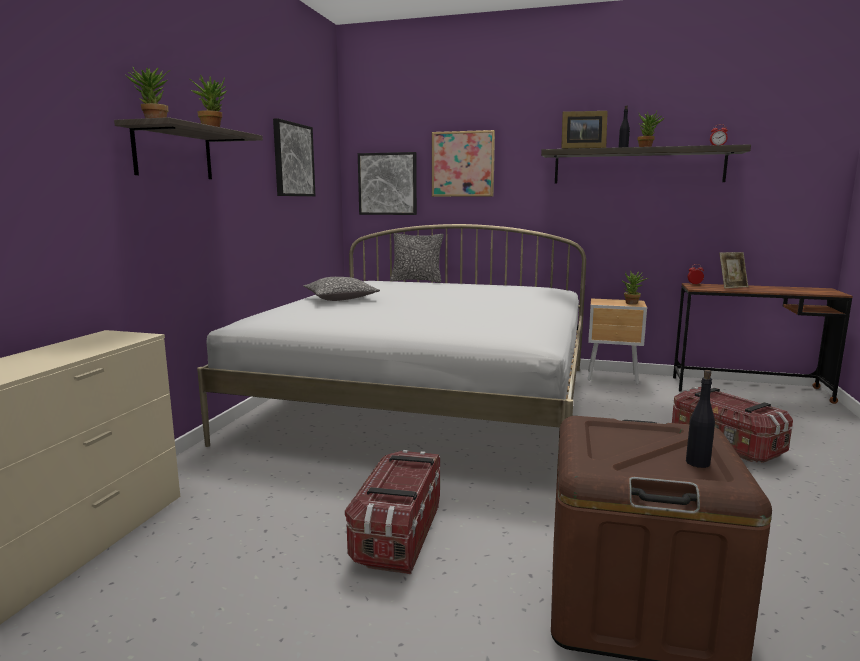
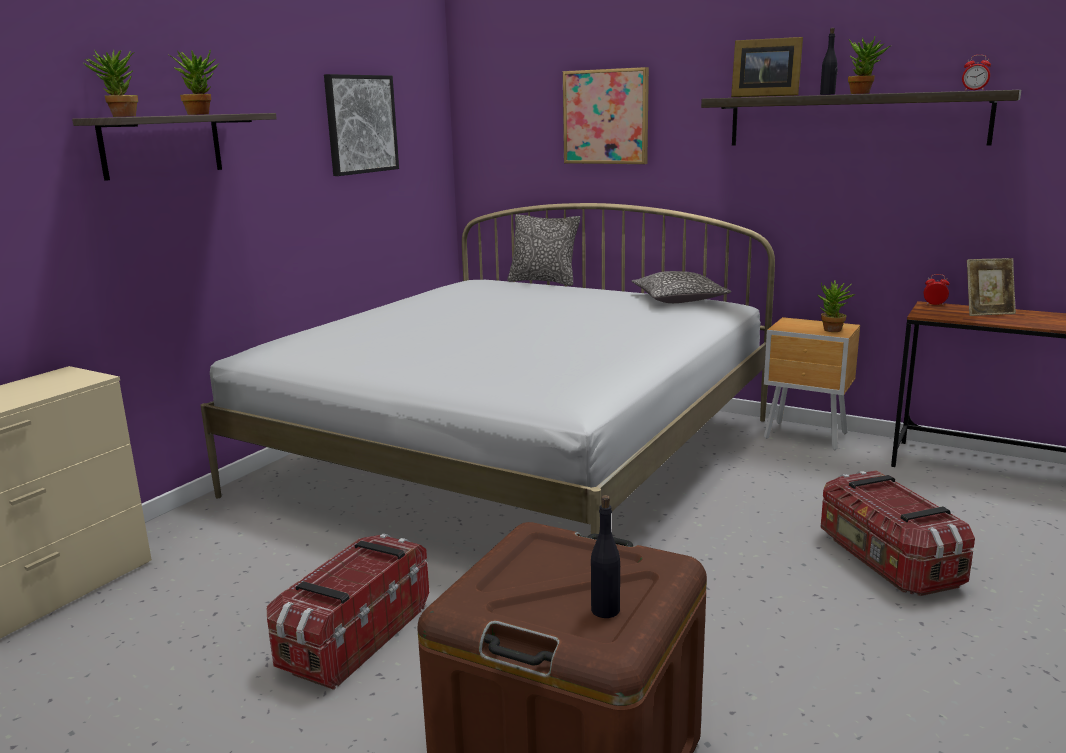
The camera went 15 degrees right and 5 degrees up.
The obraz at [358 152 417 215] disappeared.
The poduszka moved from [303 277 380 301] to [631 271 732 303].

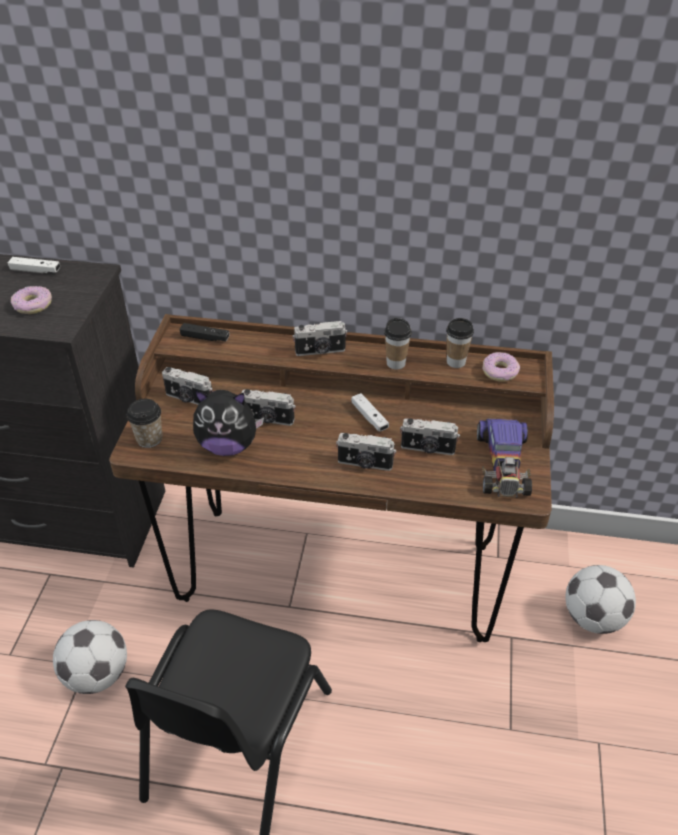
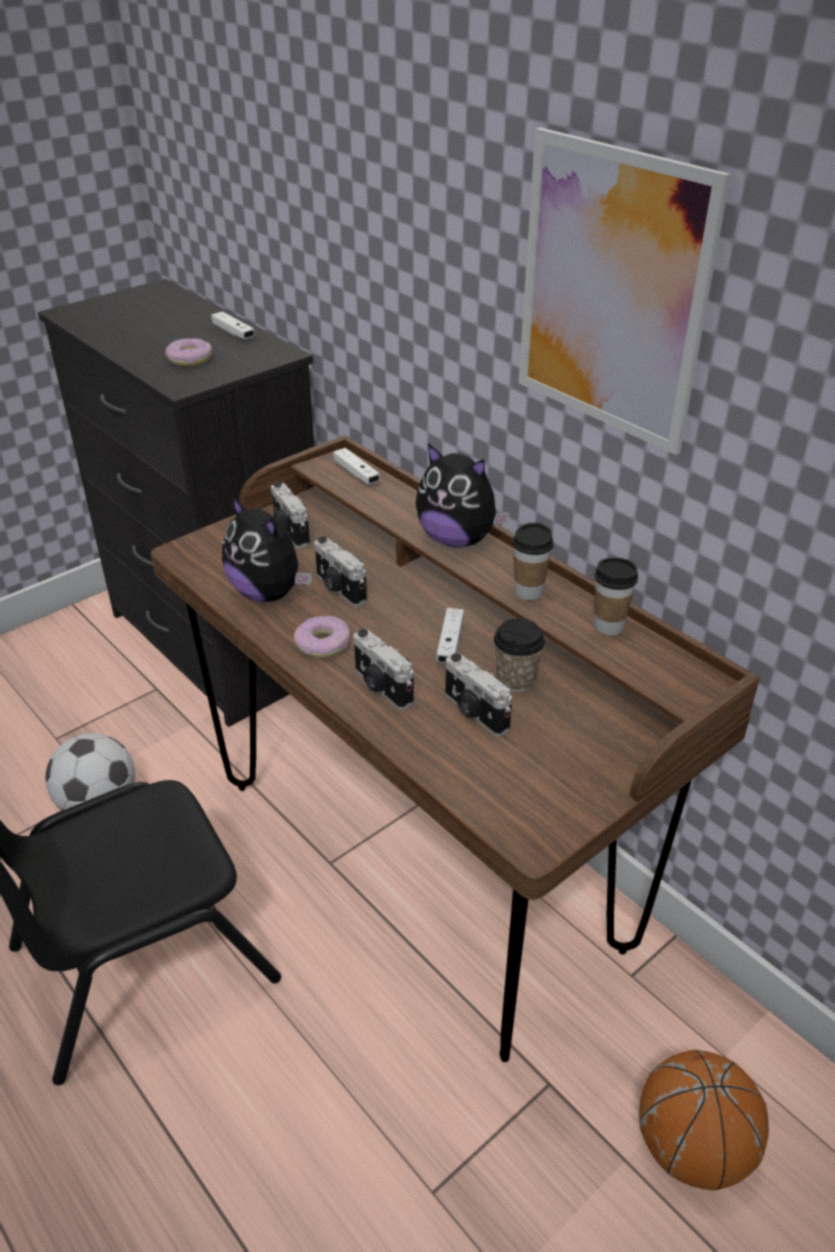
The camera went 40 degrees right and 5 degrees down.
The aparat fotograficzny at [293 321 347 356] was replaced by the pluszak at [415 443 510 548].
The pad do gier/czarny at [179 323 230 342] became the pad do gier/biały at [333 448 380 484].
The donut moved from [482 352 520 382] to [294 616 350 658].
The filiżanka moved from [126 399 163 448] to [494 618 545 693].
The samochodzik at [477 419 532 498] disappeared.
The piłka futbolowa at [566 565 636 634] was replaced by the piłka do koszykówki at [639 1050 769 1191].
The obraz at [518 127 731 455] appeared.

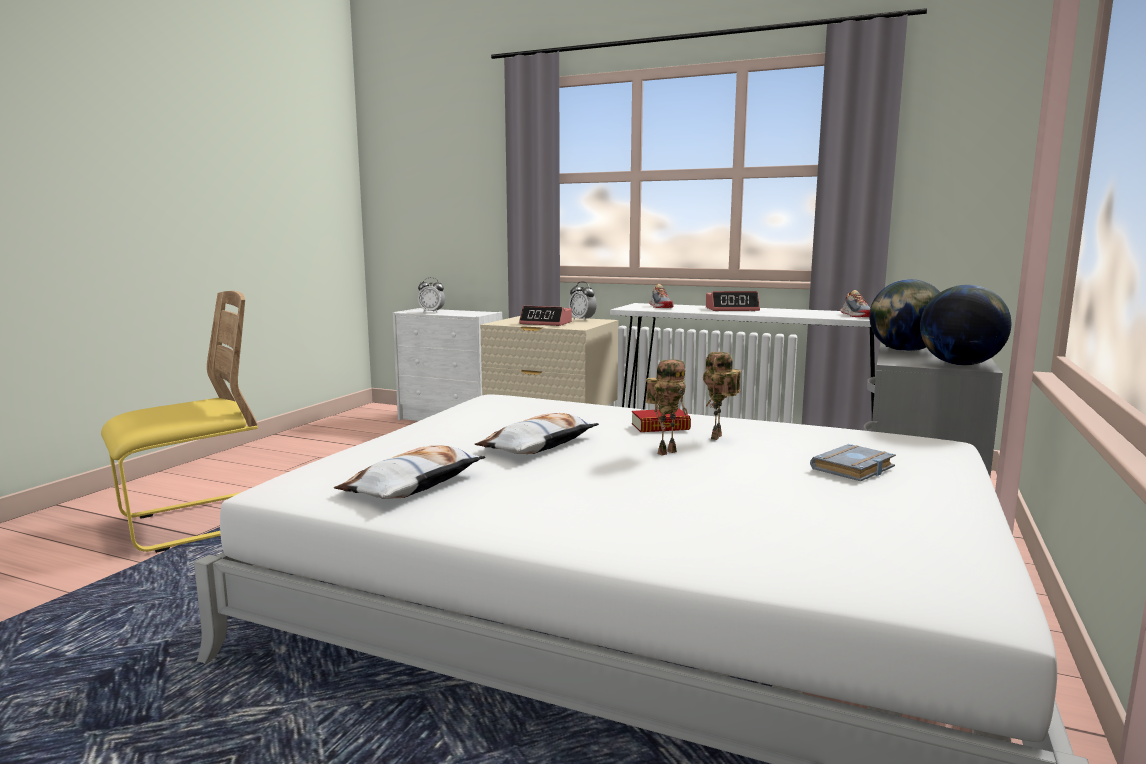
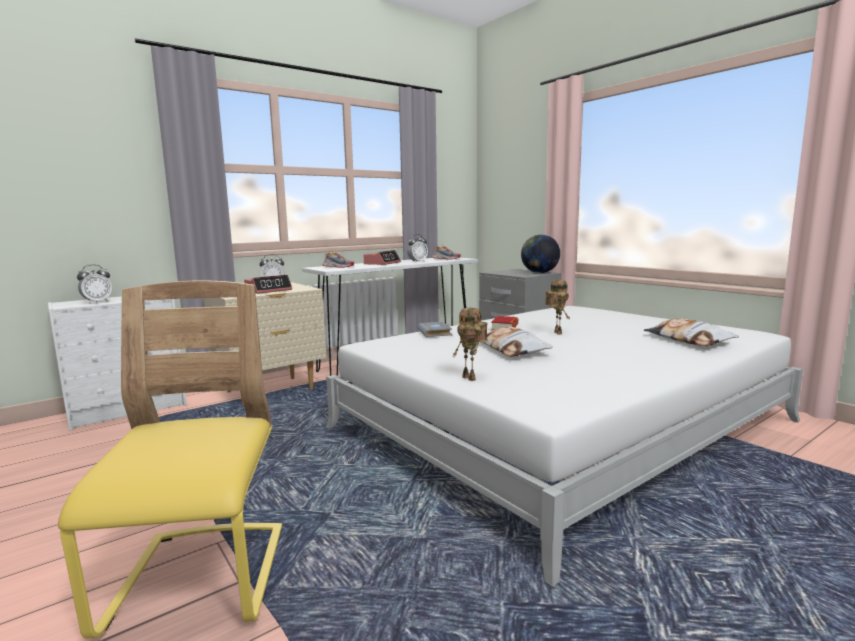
The camera went 60 degrees left and 0 degrees up.
The globus at [869 279 940 352] disappeared.
The robot zabawkowy moved from [703 352 741 440] to [453 308 488 381].
The książka/szary moved from [810 444 896 481] to [417 322 452 337].
The poduszka moved from [334 445 486 499] to [644 318 739 346].
The budzik at [407 234 428 262] appeared.

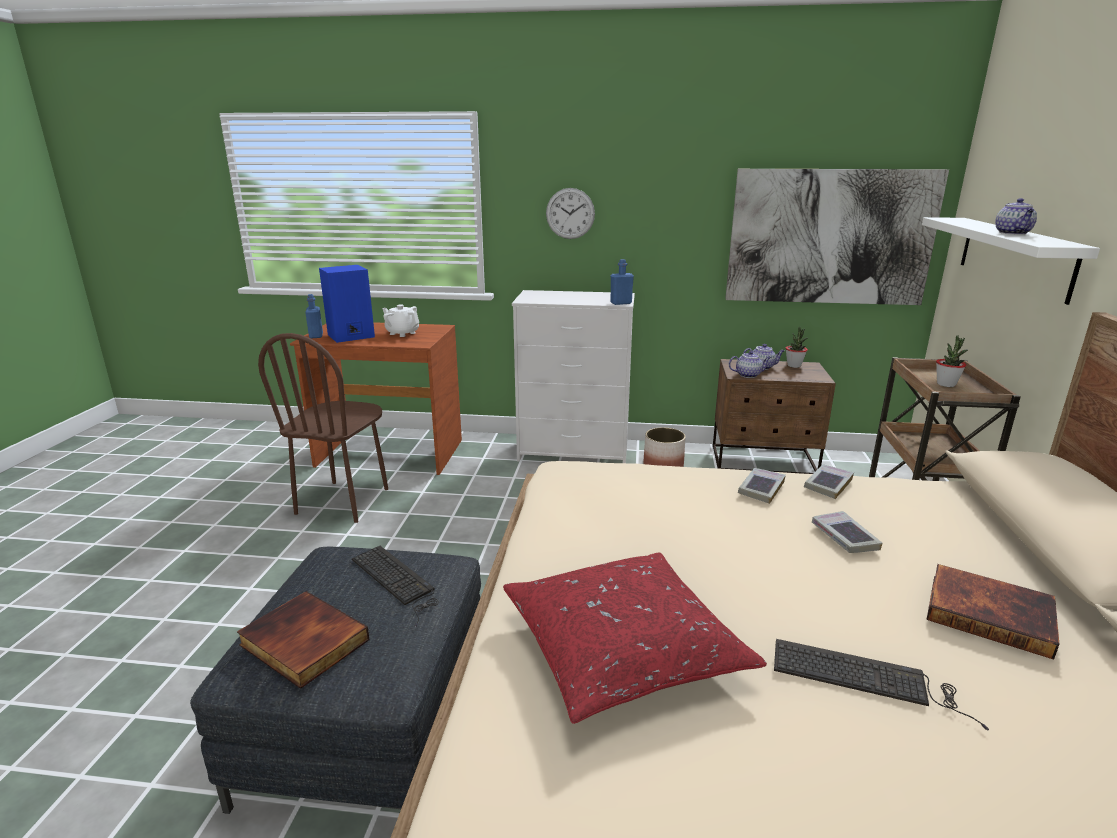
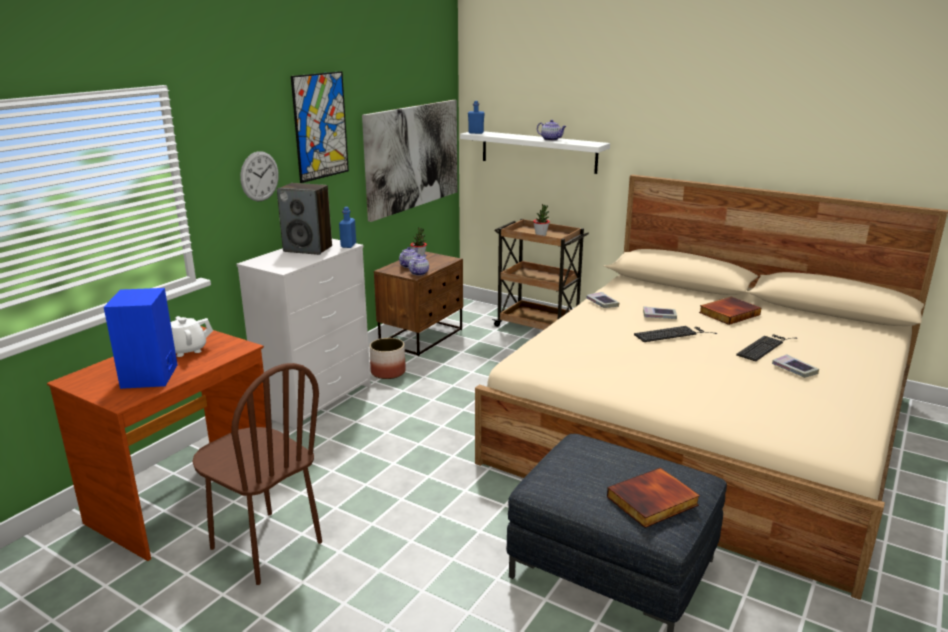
The camera went 65 degrees left and 0 degrees up.
The butelka/niebieski moved from [305 294 323 338] to [468 101 485 134].
The książka moved from [738 468 786 504] to [772 354 819 378].
The klawiatura moved from [352 546 439 628] to [634 326 717 342].
The poduszka/czerwony at [503 552 767 724] disappeared.
The obraz at [291 71 349 183] appeared.
The głośnik at [277 183 332 255] appeared.

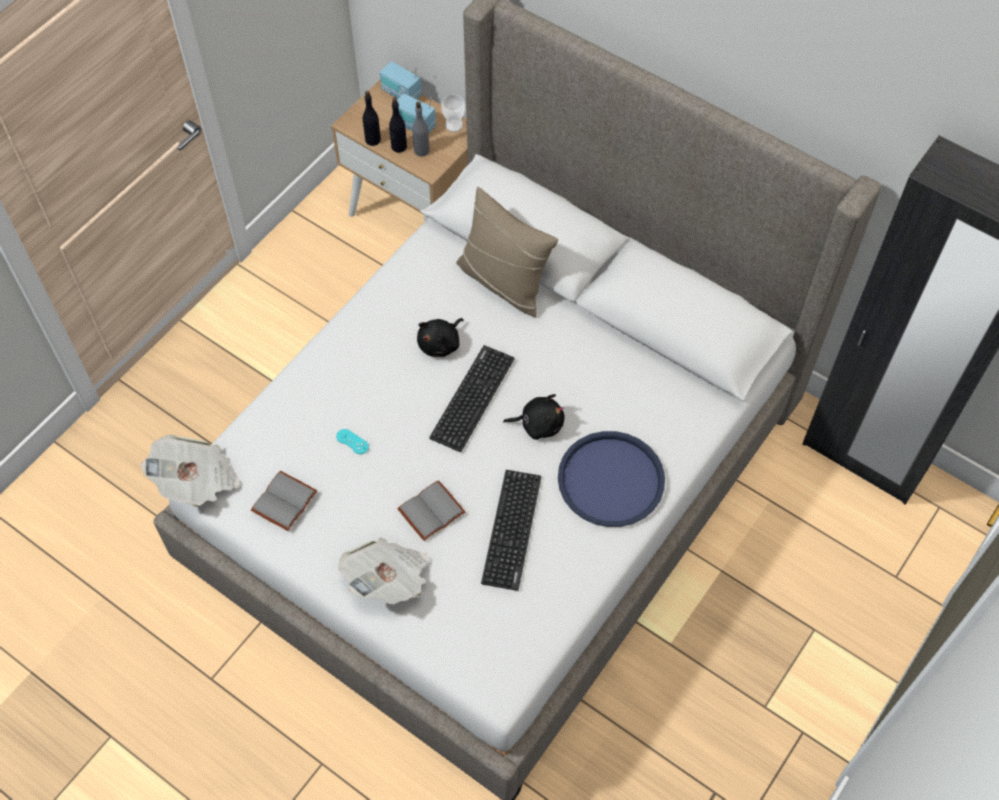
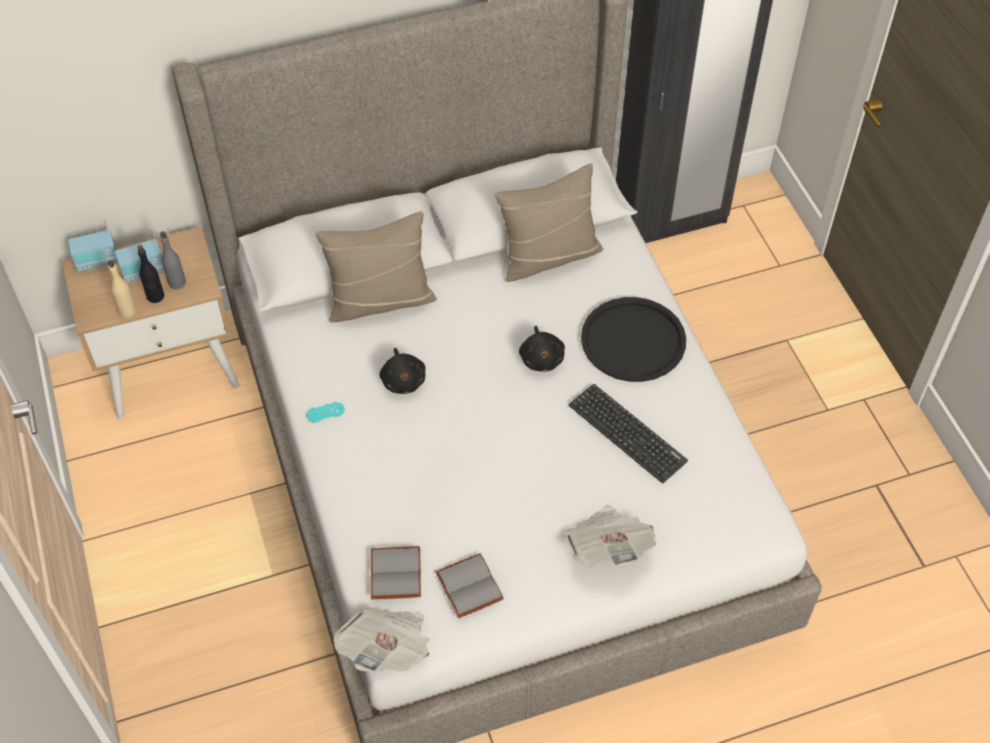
The camera went 55 degrees left and 5 degrees down.
The butelka/czarny at [363 91 381 146] became the butelka/beżowy at [108 260 137 318].
The filiżanka at [441 94 466 132] disappeared.
The klawiatura at [429 345 515 452] disappeared.
The pluszak/czarny at [503 394 565 440] turned 135 degrees clockwise.
The pad do gier/turkusowy moved from [336 429 369 454] to [307 402 345 423].
The taca/niebieski at [558 431 665 527] became the taca/czarny at [581 297 686 382].
The książka/szary moved from [397 480 465 541] to [371 546 421 599].
The poduszka/beżowy at [495 163 603 282] appeared.

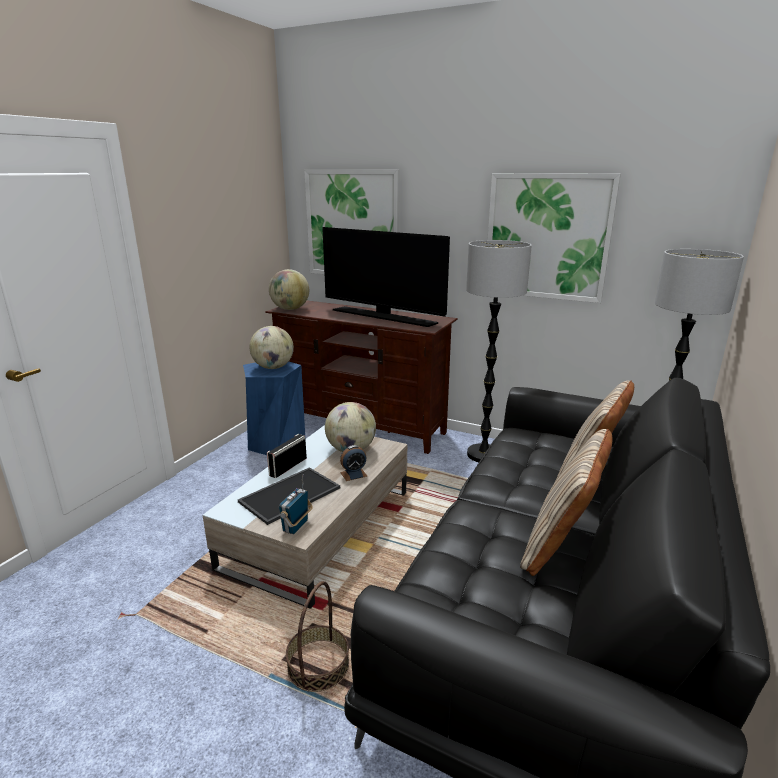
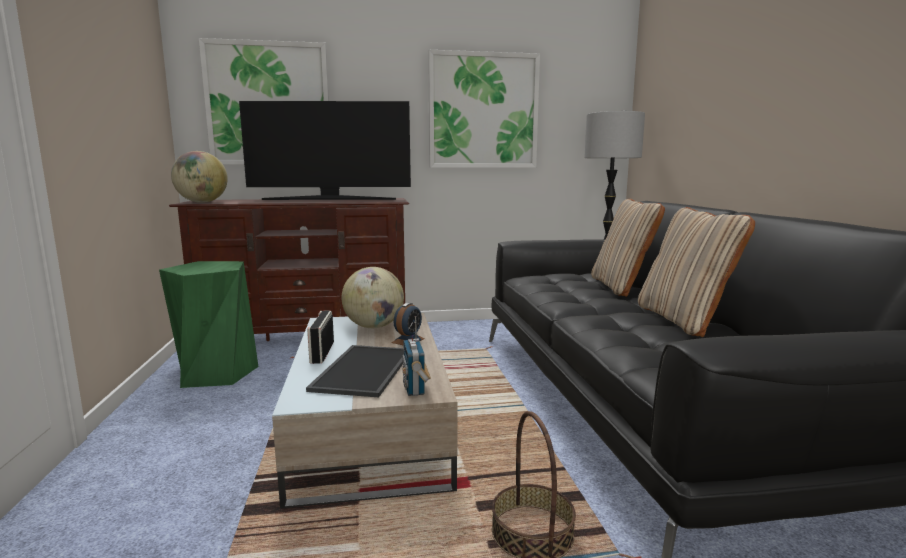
The camera went 35 degrees left and 10 degrees down.
The lampa stojąca at [466 240 532 462] disappeared.
The globus at [249 326 294 369] disappeared.
The stołek/niebieski at [243 362 305 455] became the stołek/zielony at [159 261 258 388].

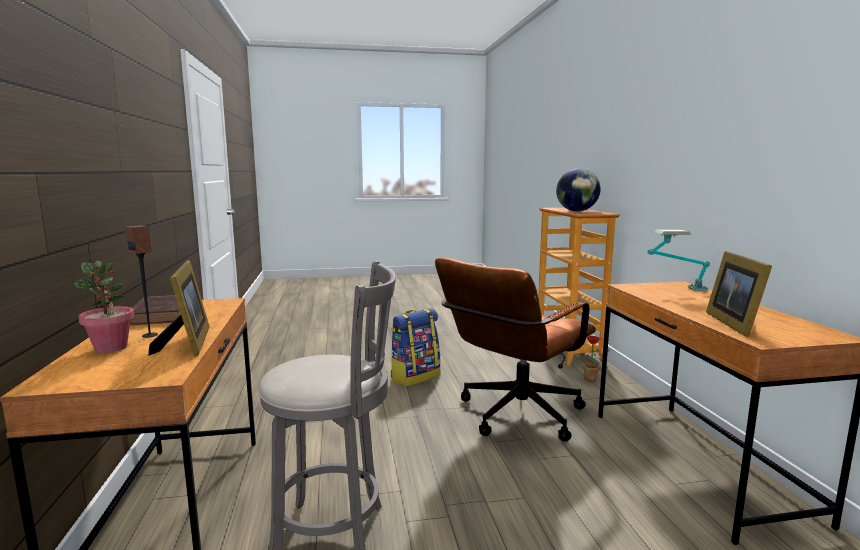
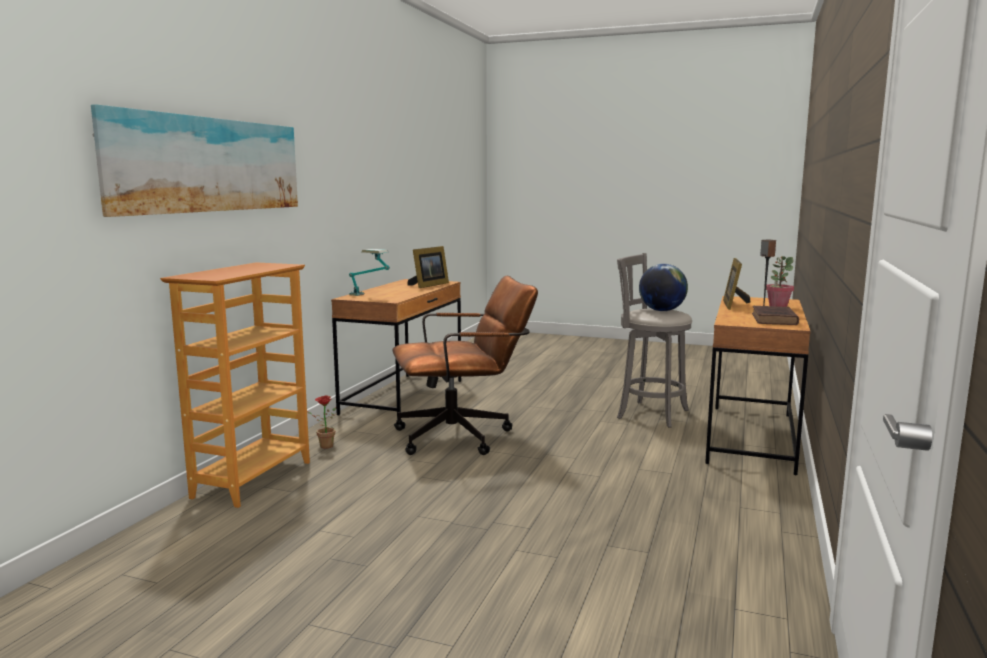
The camera went 150 degrees left and 0 degrees up.
The globus moved from [556 168 601 211] to [639 264 688 311].
The plecak at [391 309 440 387] disappeared.
The obraz at [91 104 298 217] appeared.

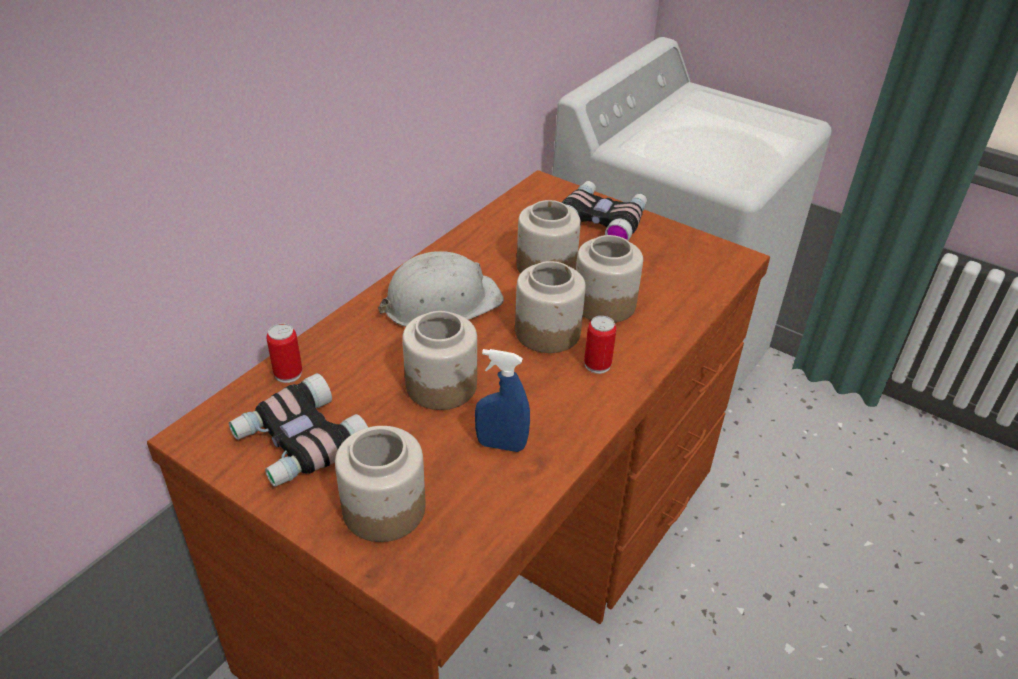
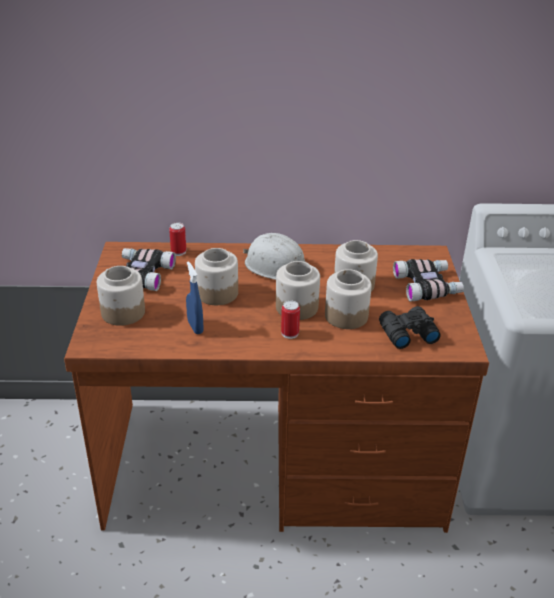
The camera went 55 degrees right and 5 degrees down.
The lornetka/czarny at [379 306 441 349] appeared.

